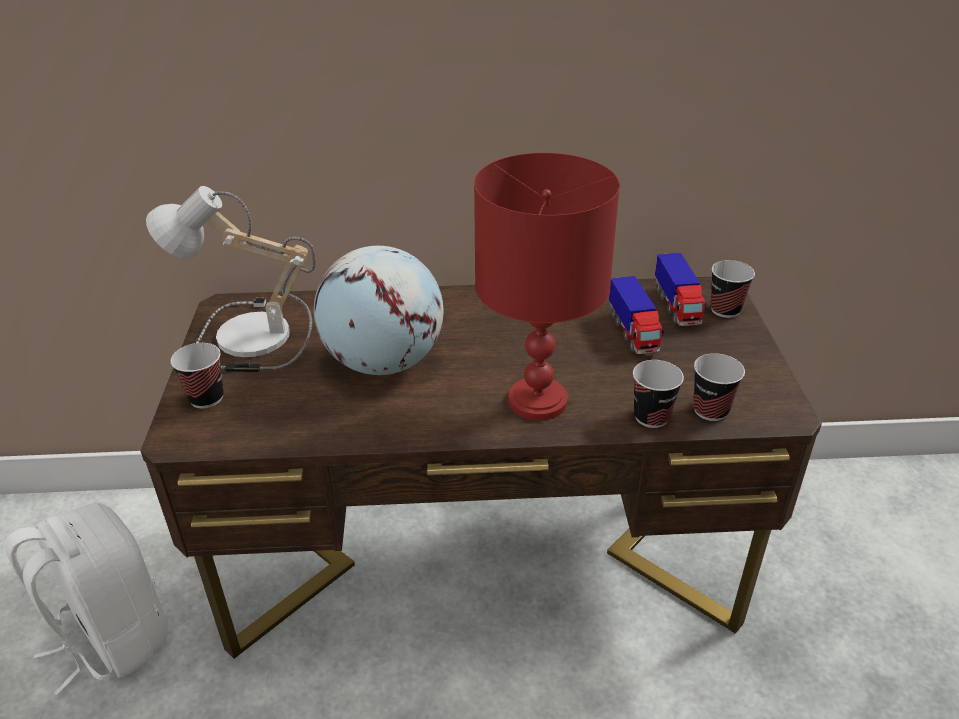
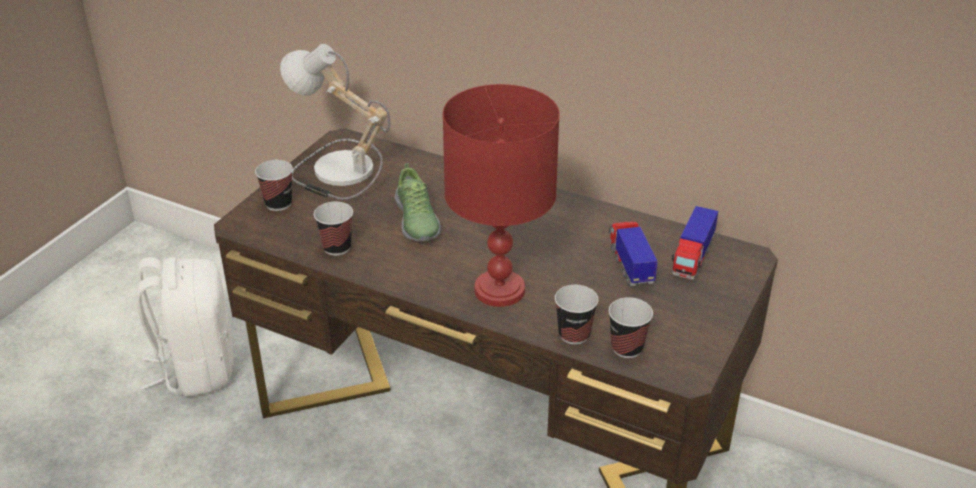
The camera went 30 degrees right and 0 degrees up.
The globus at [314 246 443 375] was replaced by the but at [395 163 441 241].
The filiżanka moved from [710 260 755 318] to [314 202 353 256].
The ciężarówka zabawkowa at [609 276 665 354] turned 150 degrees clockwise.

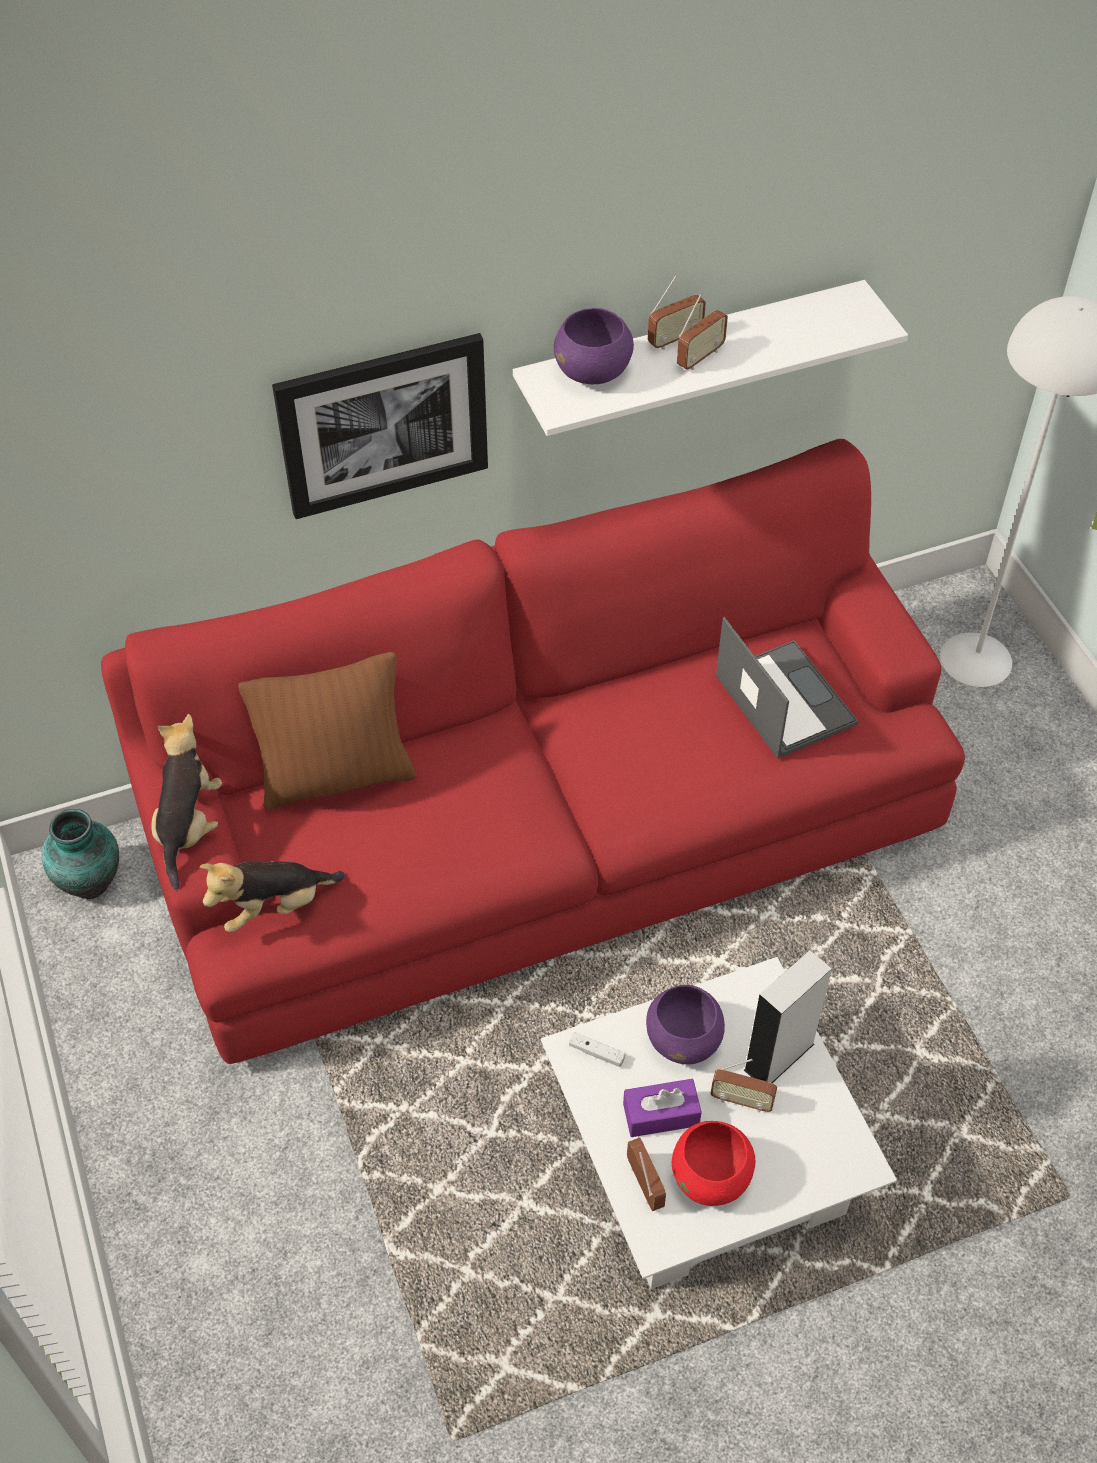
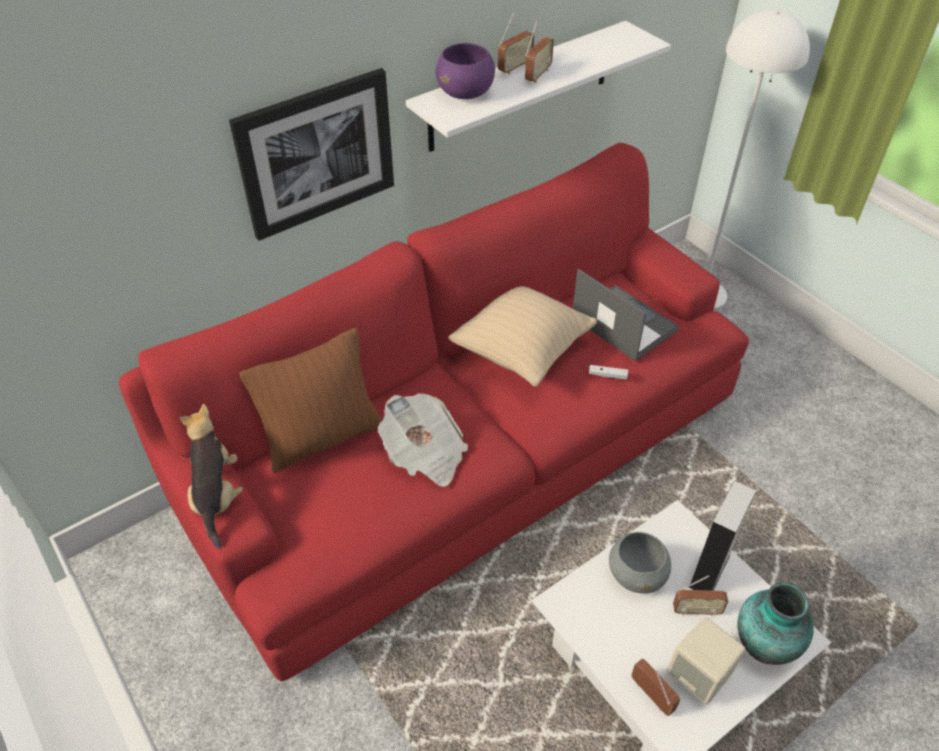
The camera went 15 degrees left and 5 degrees down.
The wazon moved from [42 809 119 899] to [738 583 814 665].
The pluszak at [200 861 345 933] disappeared.
The miska/fioletowy at [646 985 725 1065] became the miska/szary at [609 532 671 594].
The pad do gier/biały moved from [569 1032 625 1067] to [589 365 628 380].
The pudełko chusteczek/fioletowy at [623 1079 702 1137] disappeared.
The miska/czerwony at [672 1121 755 1206] was replaced by the głośnik/beżowy at [666 618 745 704].
The poduszka/beżowy at [448 286 597 387] appeared.
The gazeta at [378 393 469 487] appeared.

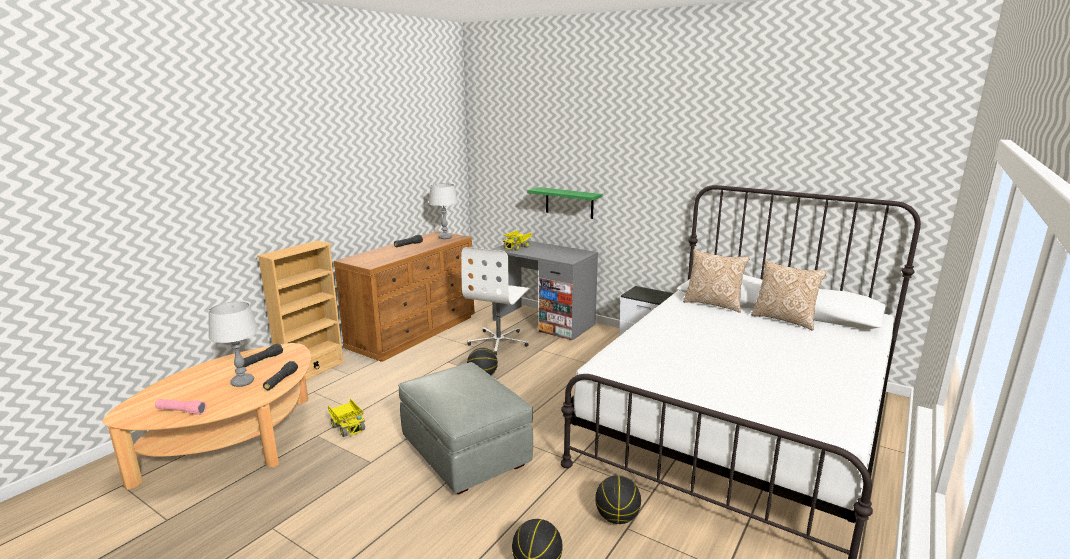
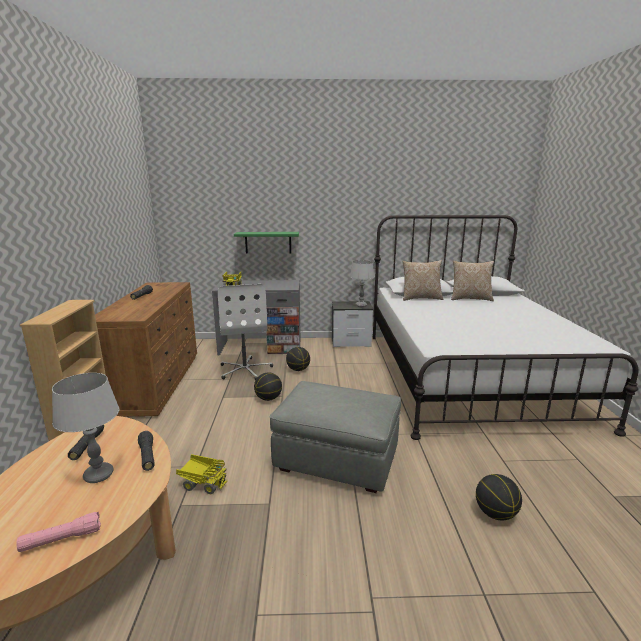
The camera went 35 degrees left and 0 degrees up.
The lampa stołowa/szary moved from [429 183 458 239] to [350 260 375 307].
The piłka do koszykówki moved from [595 476 641 524] to [286 347 310 371].

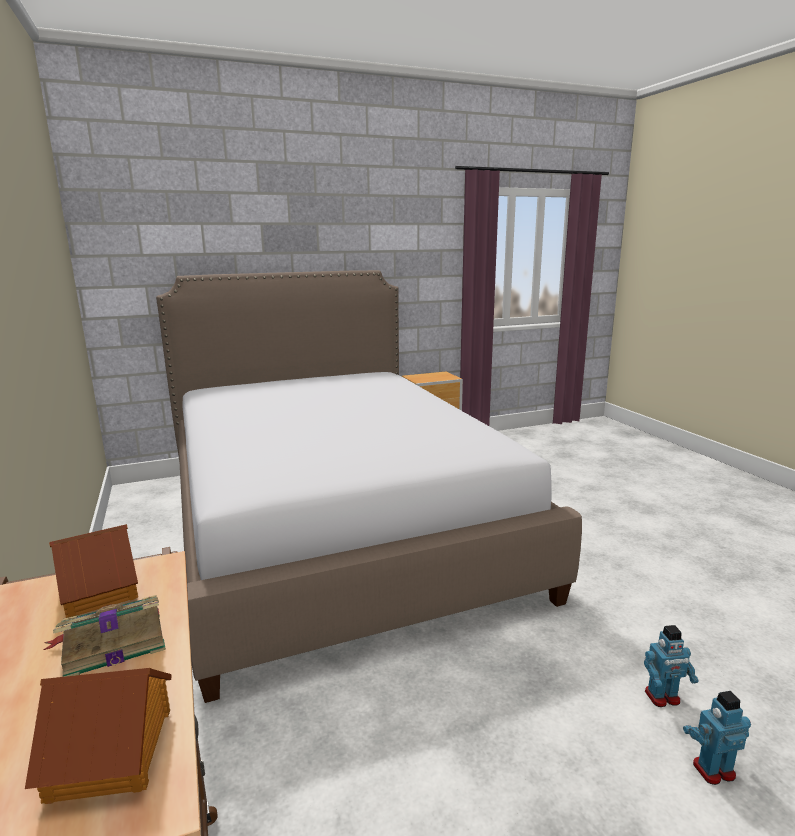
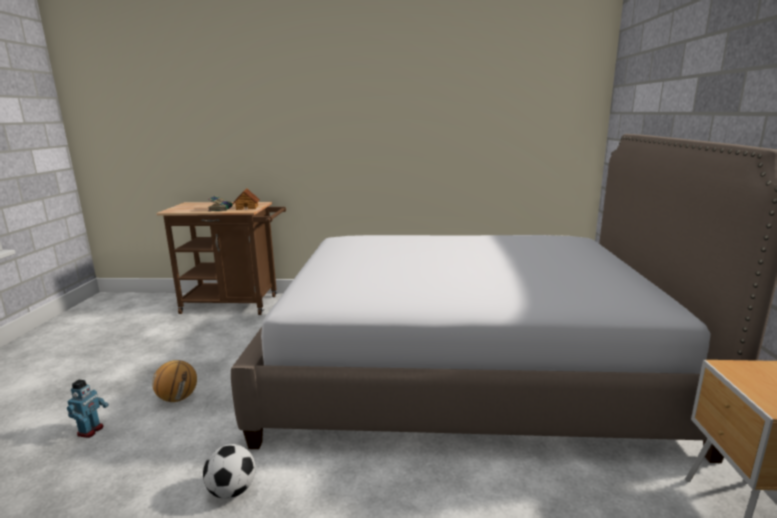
The camera went 115 degrees right and 0 degrees up.
The robot zabawkowy at [644 625 699 707] disappeared.
The domek at [25 668 172 804] disappeared.
The piłka do koszykówki at [152 360 197 402] appeared.
The piłka futbolowa at [203 444 256 499] appeared.

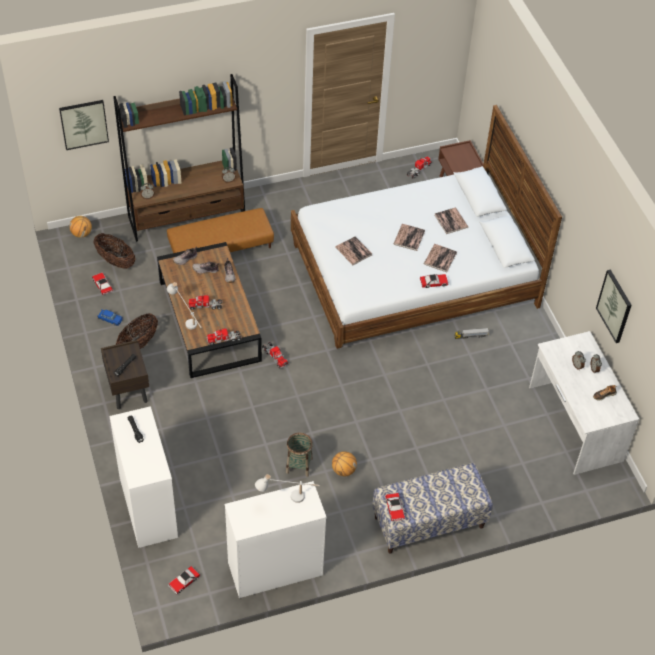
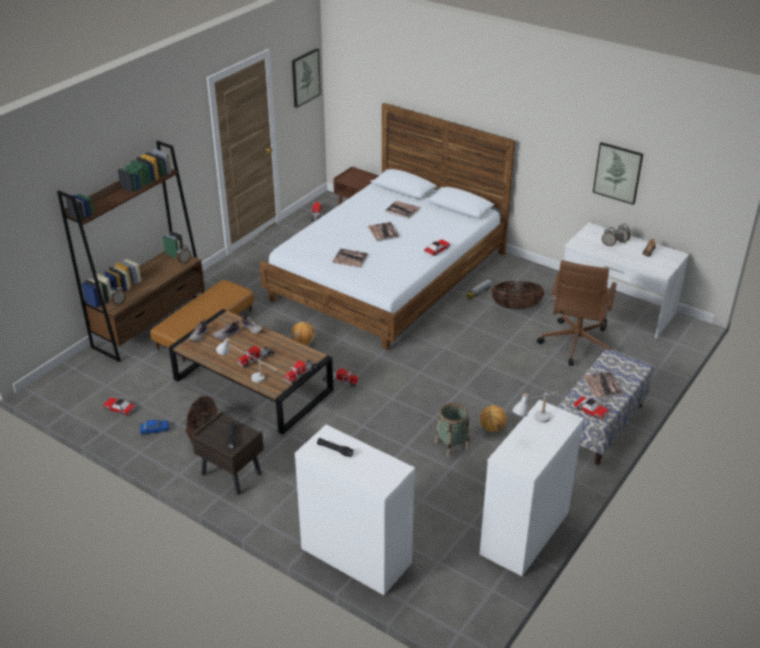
The camera went 35 degrees left and 15 degrees down.
The obraz moved from [59 100 109 150] to [292 48 321 108].
The piłka do koszykówki moved from [70 216 92 238] to [291 322 315 345].
The koszyk moved from [93 233 136 269] to [491 281 544 309].
The książka moved from [424 244 457 272] to [583 372 624 399].
The samochodzik at [168 566 200 594] disappeared.
The krzesło biurowe/brązowy at [537 260 617 366] appeared.

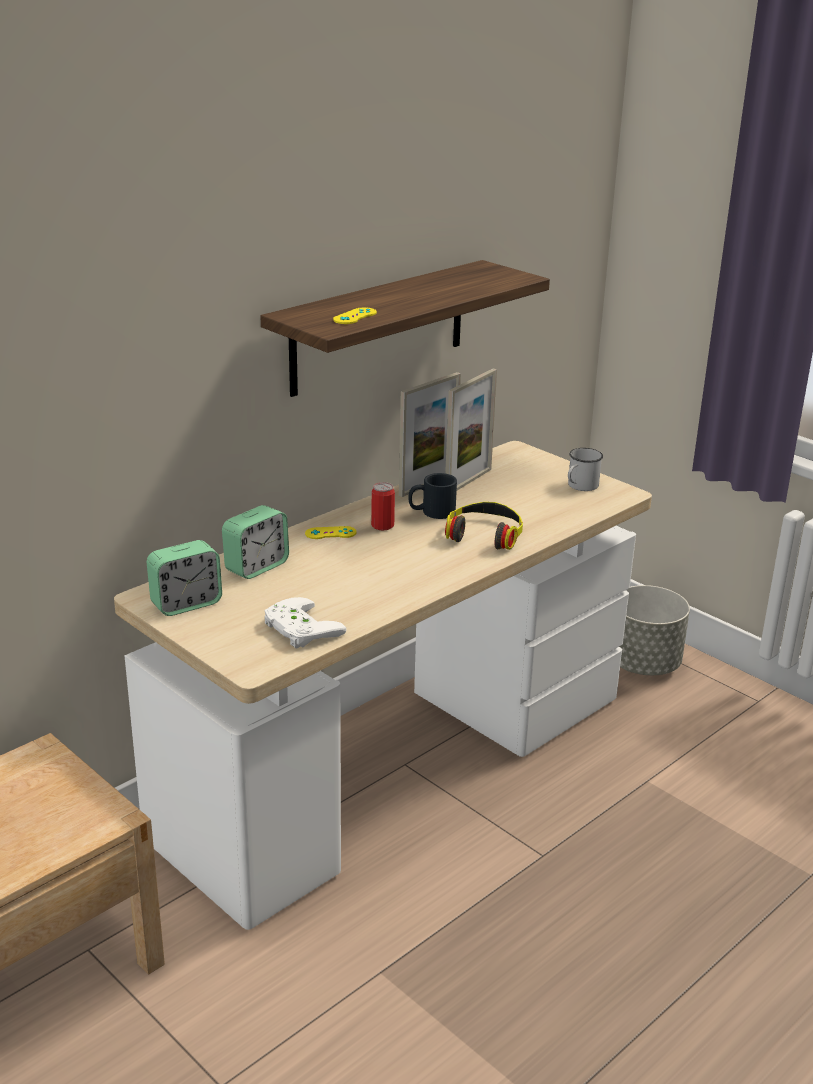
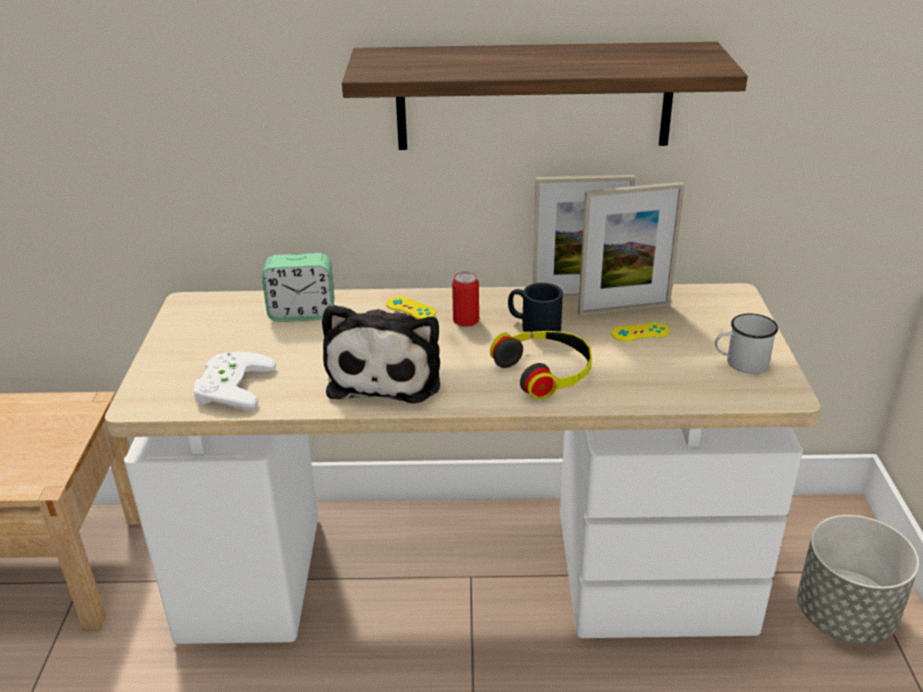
The camera went 45 degrees right and 5 degrees up.
The pad do gier/żółty moved from [333 307 377 324] to [611 322 670 342].
The budzik at [147 540 222 616] disappeared.
The pluszak at [322 304 440 404] appeared.

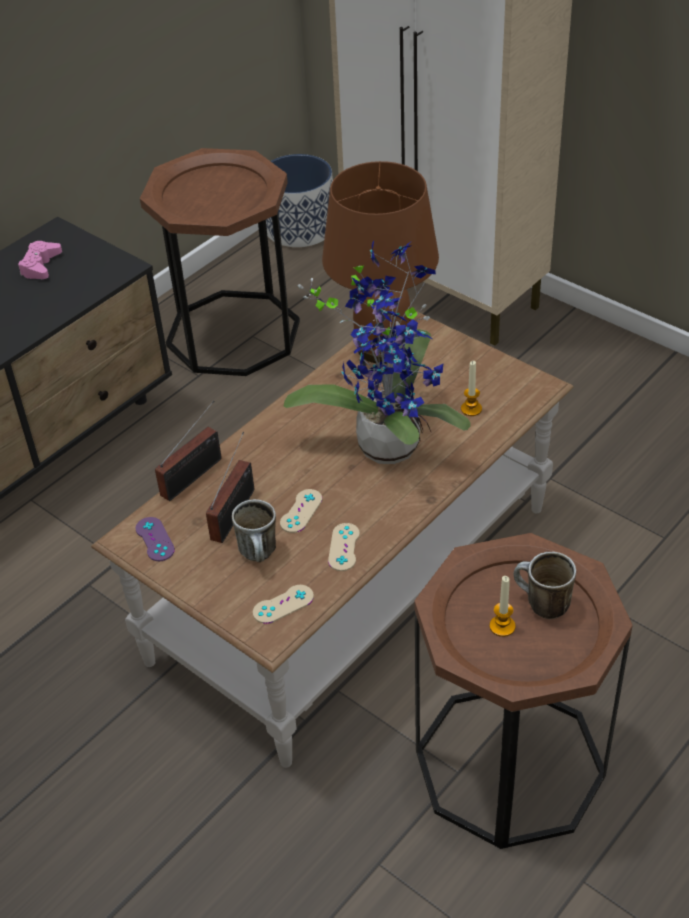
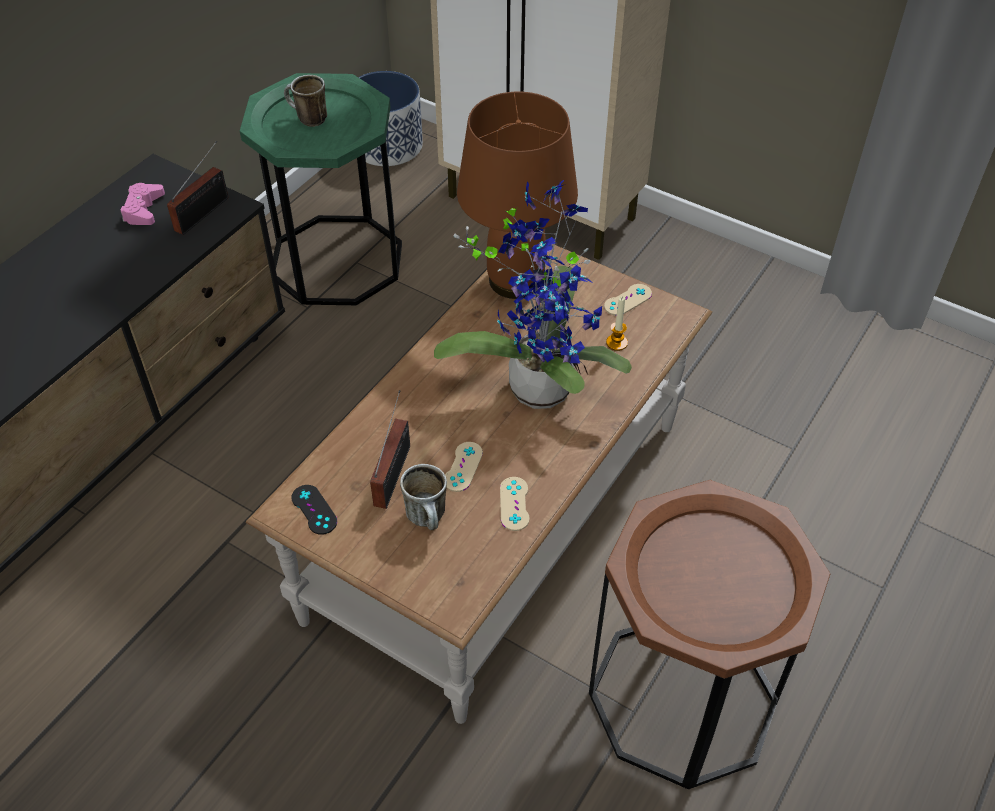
The camera went 10 degrees left and 5 degrees up.
The stolik/brązowy at [140 148 300 376] became the stolik/zielony at [240 73 402 305].
The radio moved from [155 400 222 501] to [167 141 228 235].
The pad do gier/fioletowy at [135 517 175 561] became the pad do gier/czarny at [291 485 337 535].
The kubek moved from [513 552 576 619] to [284 75 327 127].
The świeca at [490 576 516 637] disappeared.
The pad do gier/beżowy moved from [253 585 314 624] to [604 284 652 316].

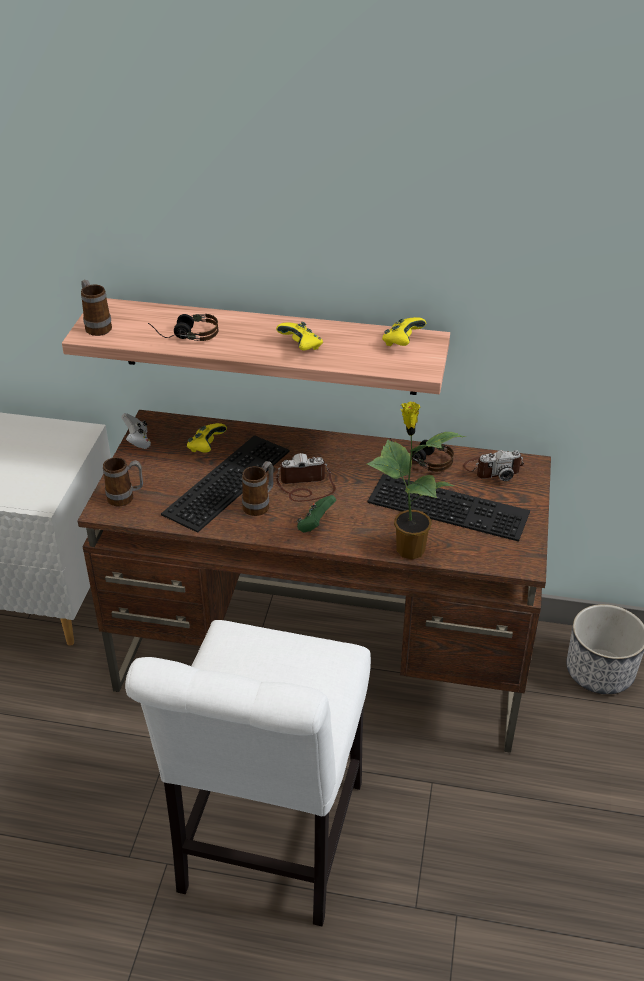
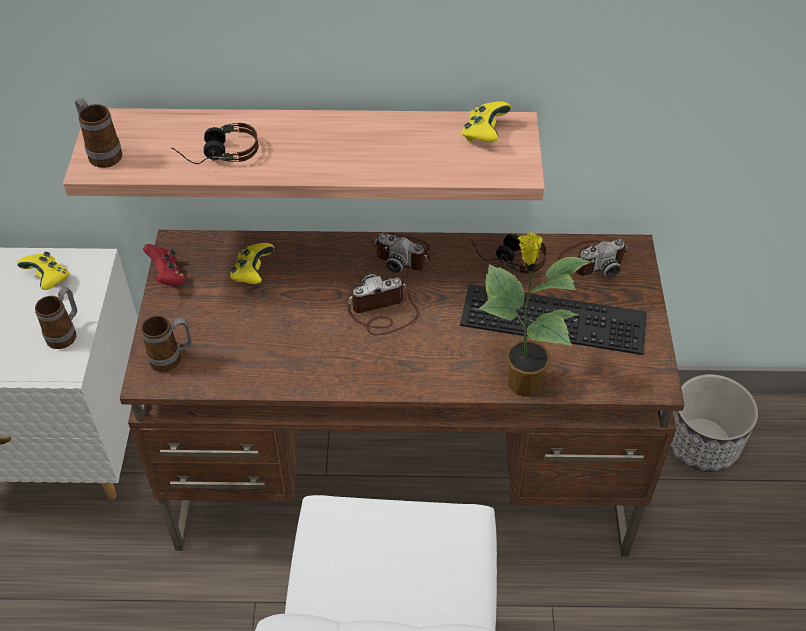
The camera went 10 degrees left and 10 degrees up.
The pad do gier/żółty moved from [276 322 323 351] to [17 252 69 290].
The pad do gier/biały at [121 413 151 449] became the pad do gier/czerwony at [143 244 185 286].
The klawiatura at [161 435 290 533] disappeared.
The kubek moved from [242 461 273 516] to [35 287 77 349].
The pad do gier/zielony at [297 495 336 532] disappeared.
The aparat fotograficzny at [372 233 431 273] appeared.

